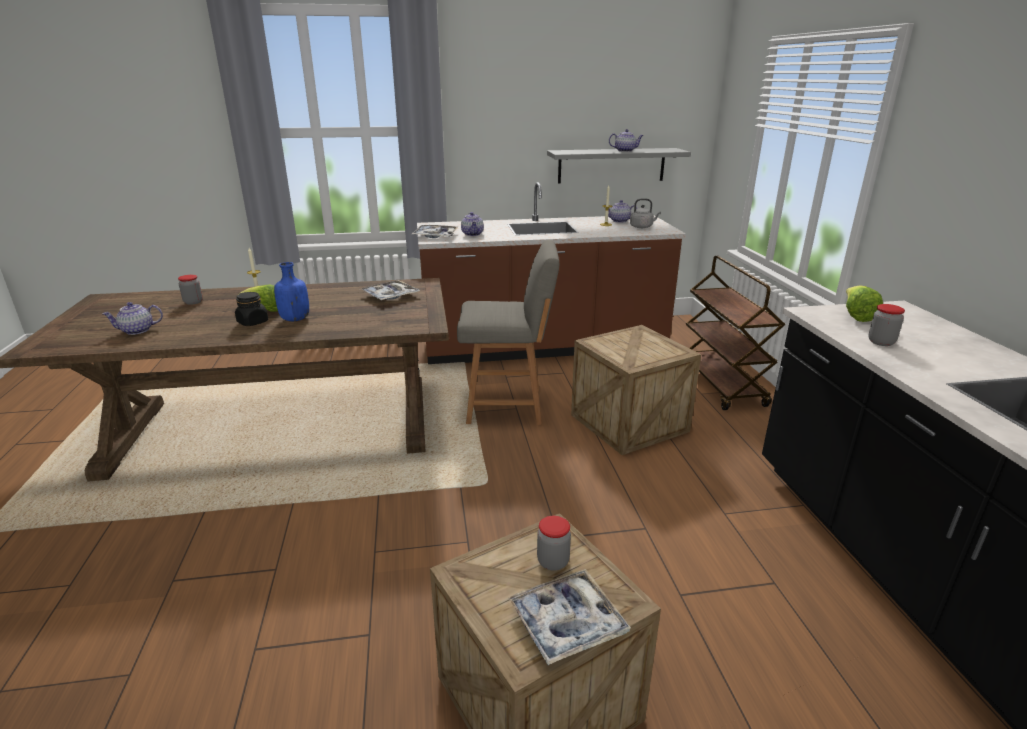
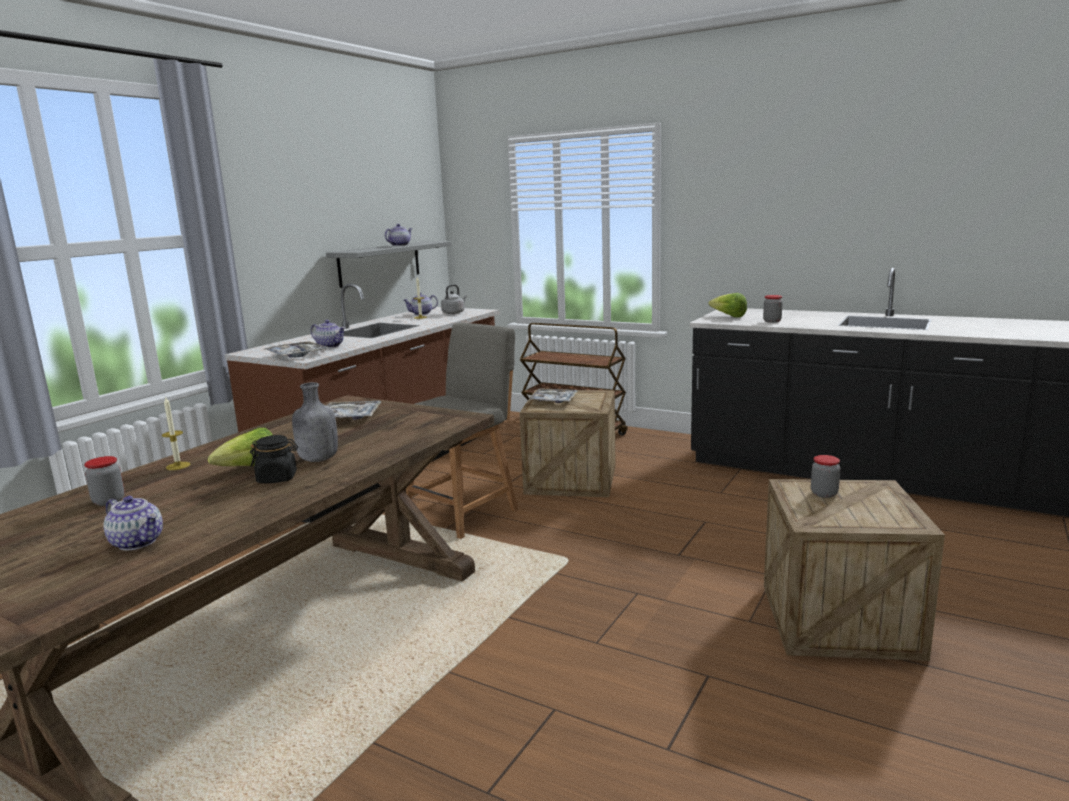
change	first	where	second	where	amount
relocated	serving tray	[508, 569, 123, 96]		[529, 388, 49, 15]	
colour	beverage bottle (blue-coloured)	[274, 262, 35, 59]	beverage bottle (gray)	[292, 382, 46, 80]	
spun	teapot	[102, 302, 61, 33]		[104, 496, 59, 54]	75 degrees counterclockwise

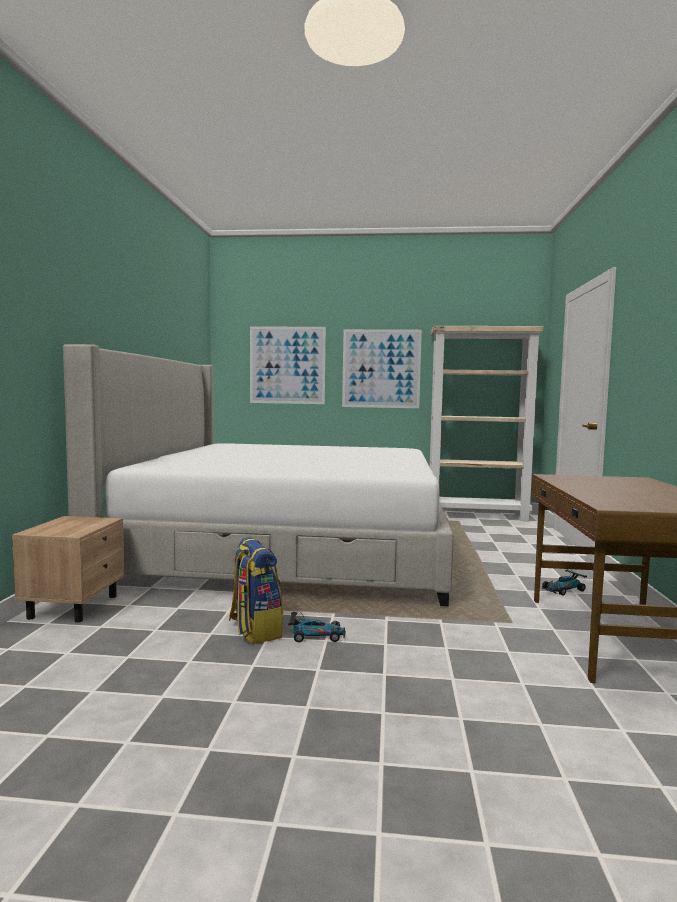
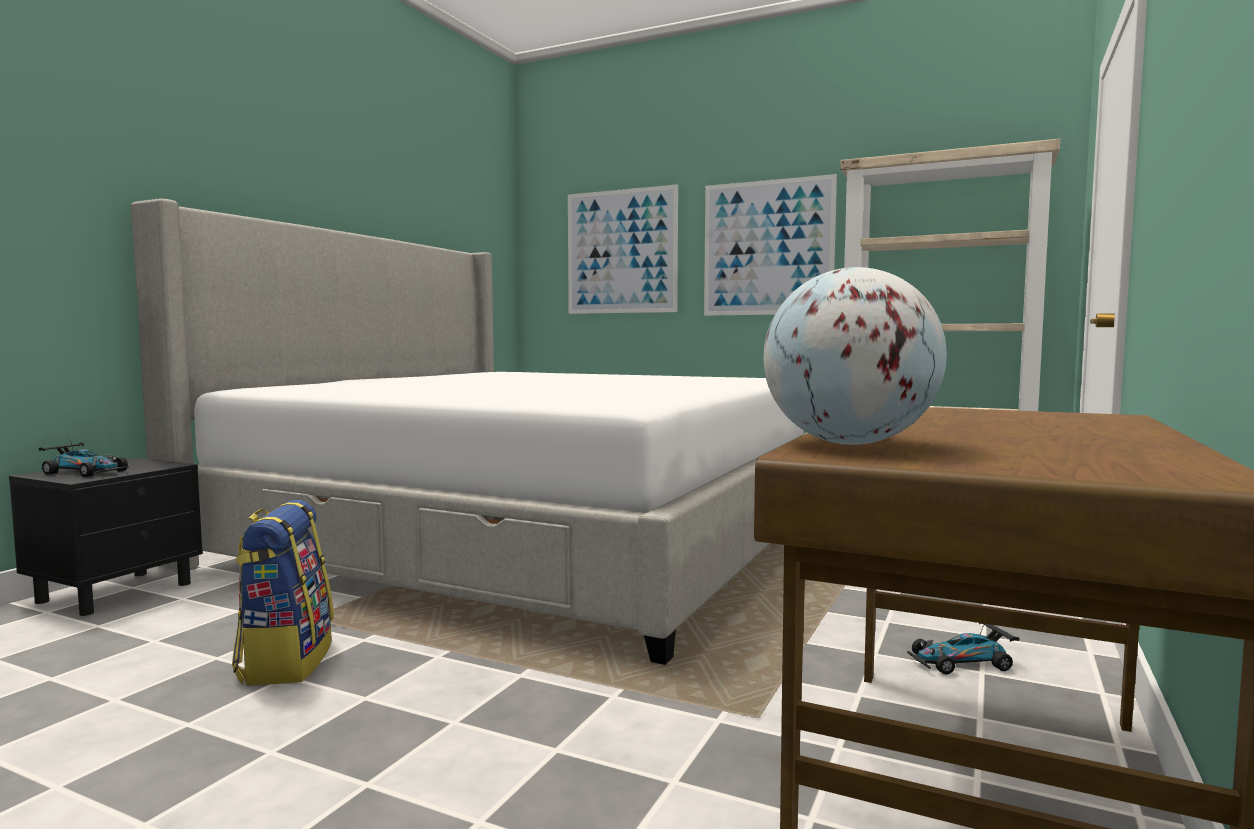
change	first	where	second	where	amount
appeared			globe	[763, 267, 184, 178]	
relocated	toy car	[289, 612, 57, 30]		[39, 437, 90, 40]	
colour	nightstand (sand-coloured)	[12, 516, 112, 107]	nightstand (black-coloured)	[9, 458, 194, 158]	

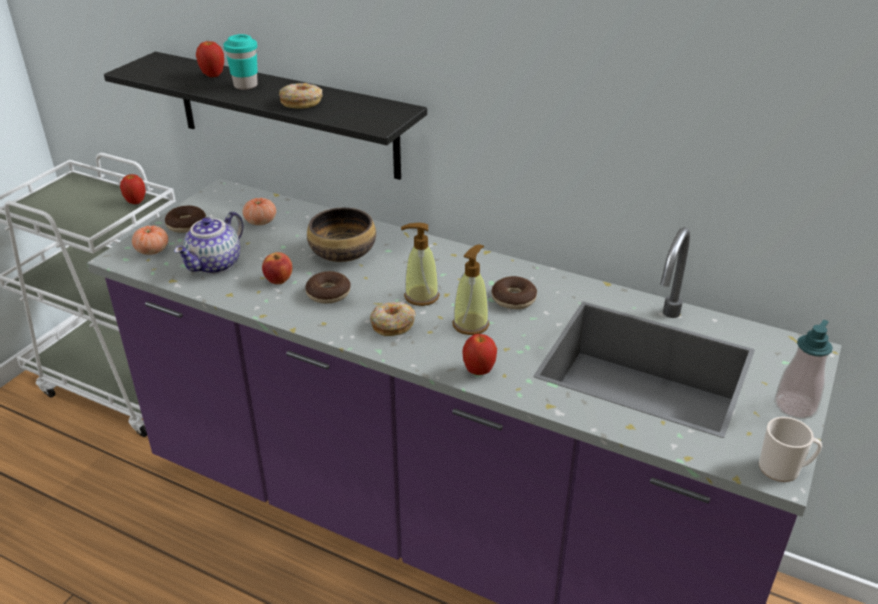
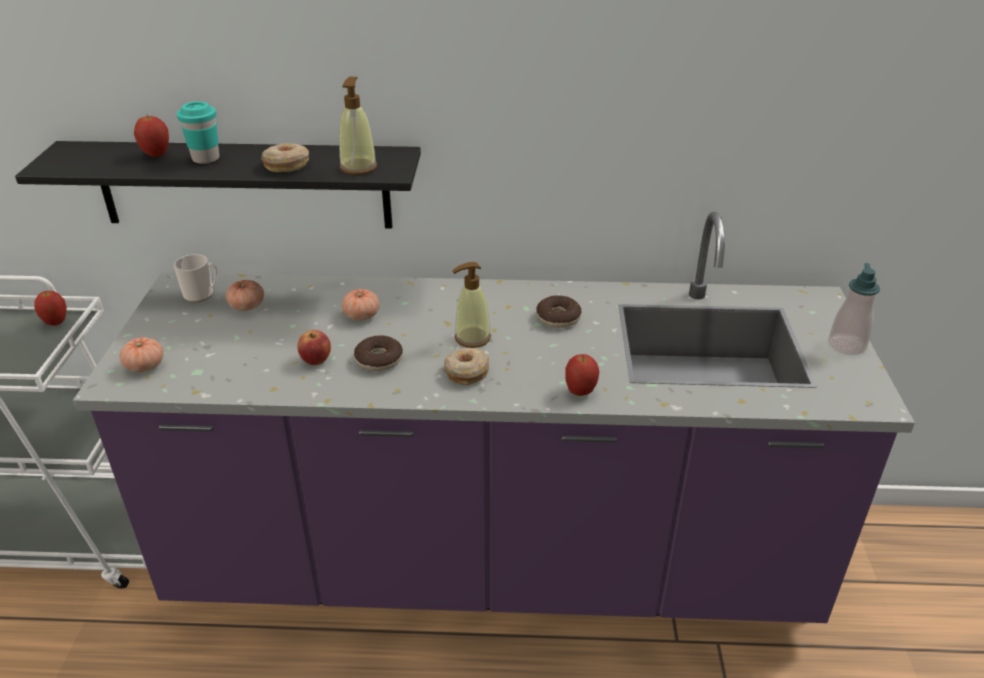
change	first	where	second	where	amount
missing	doughnut	[165, 206, 41, 27]			
missing	teapot	[174, 211, 69, 63]			
relocated	soap bottle	[452, 245, 37, 90]		[339, 77, 38, 98]	
relocated	mug	[759, 417, 63, 65]		[174, 254, 44, 48]	
exchanged	deep dish	[307, 208, 69, 54]	tomato	[342, 289, 38, 32]	

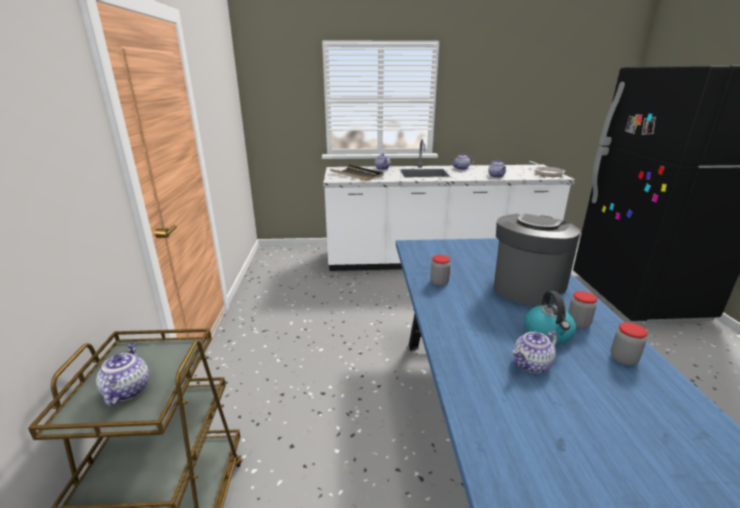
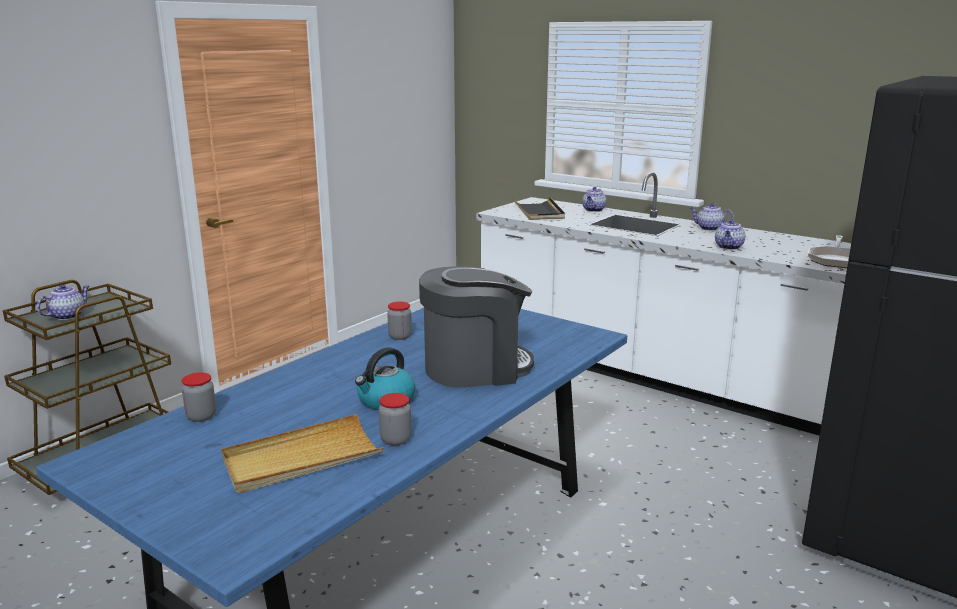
change	first	where	second	where	amount
missing	teapot	[512, 331, 45, 42]			
appeared			serving tray (sand-coloured)	[221, 414, 163, 79]	
relocated	jar	[568, 291, 29, 38]		[182, 372, 34, 50]	

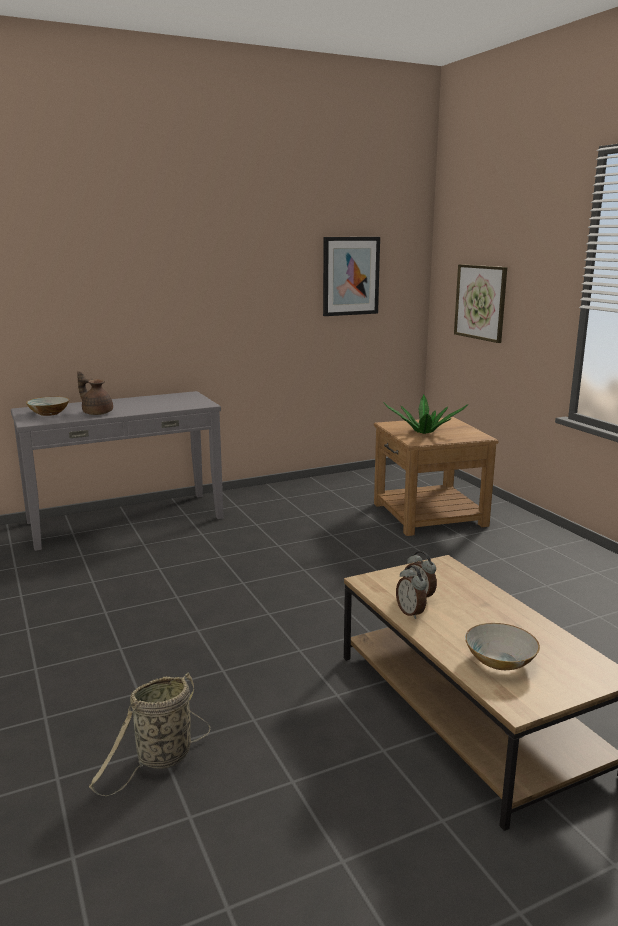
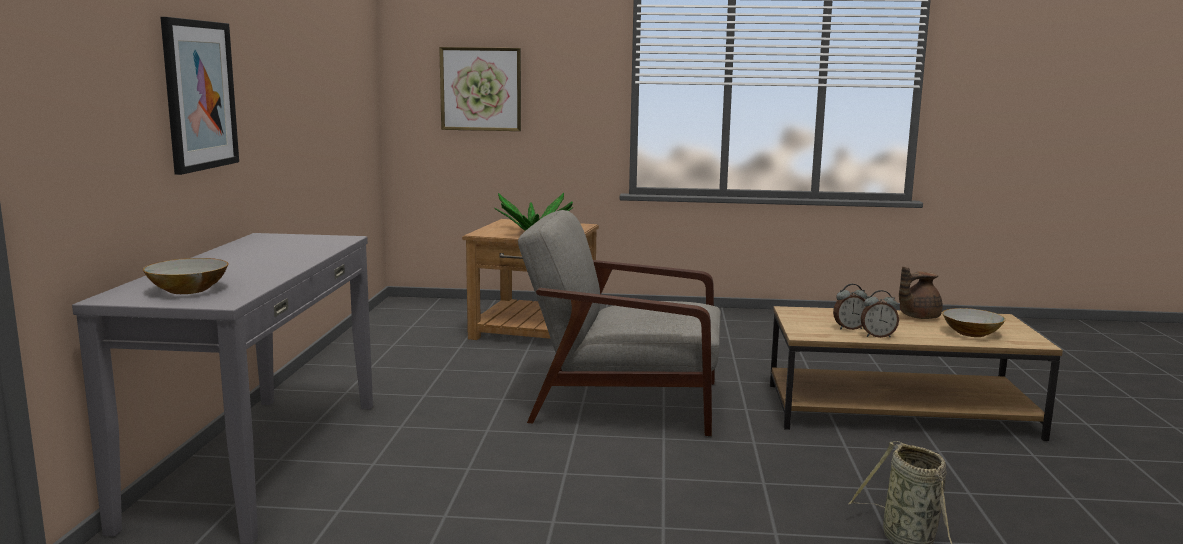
change	first	where	second	where	amount
appeared			armchair (gray)	[518, 210, 203, 226]	
relocated	teapot (brown)	[77, 371, 36, 44]		[899, 267, 44, 52]	
relocated	wall art	[323, 237, 57, 79]		[160, 17, 79, 158]	

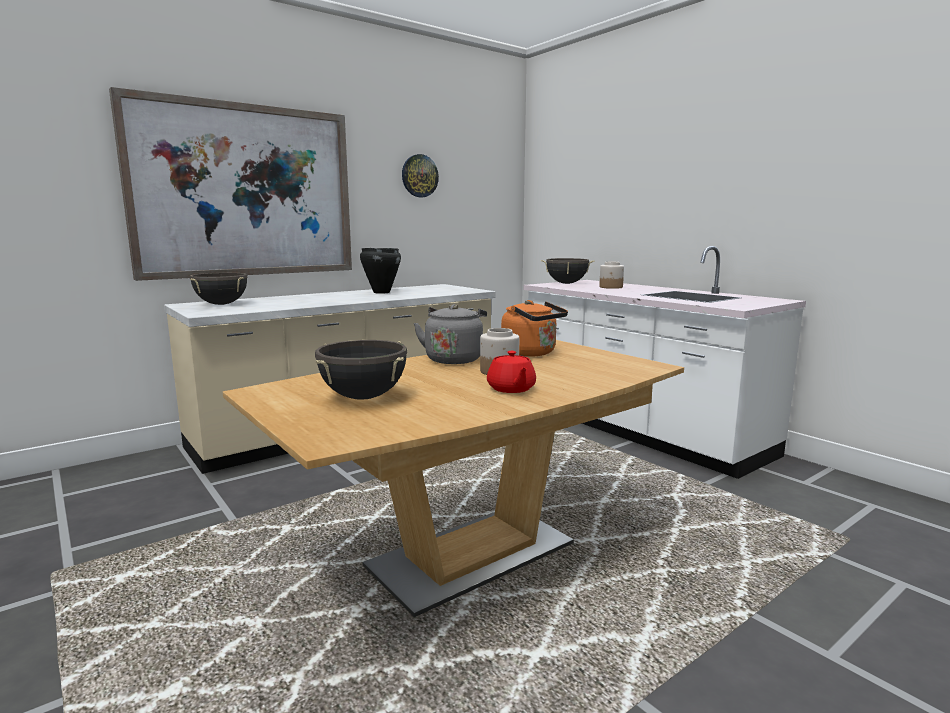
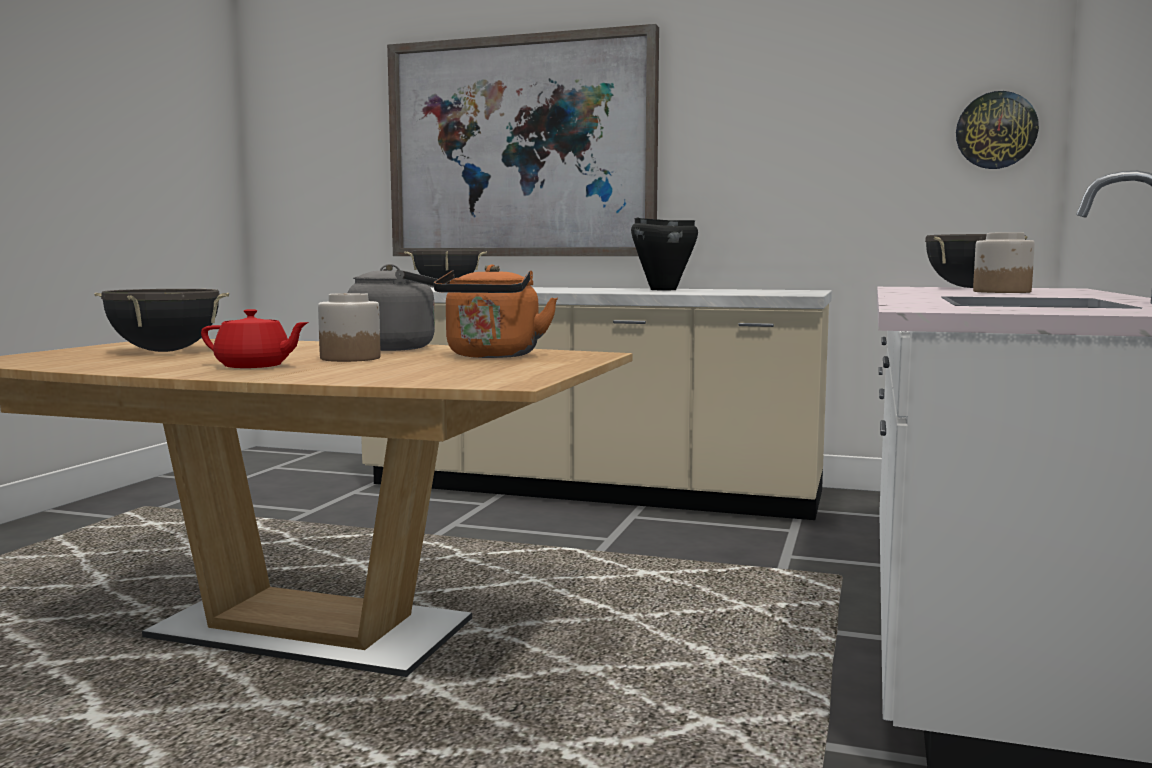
change	first	where	second	where	amount
relocated	hanging clock	[402, 154, 37, 43]		[956, 91, 83, 78]	
spun	teapot (red)	[487, 351, 49, 42]		[201, 309, 108, 59]	120 degrees counterclockwise

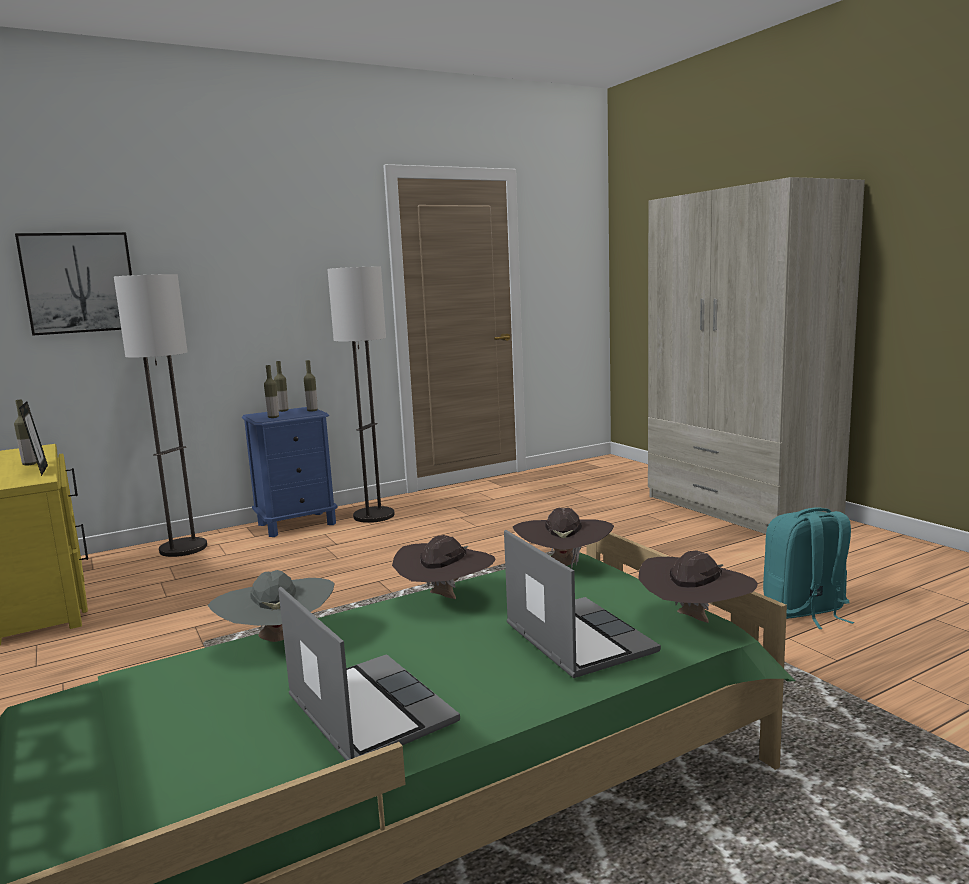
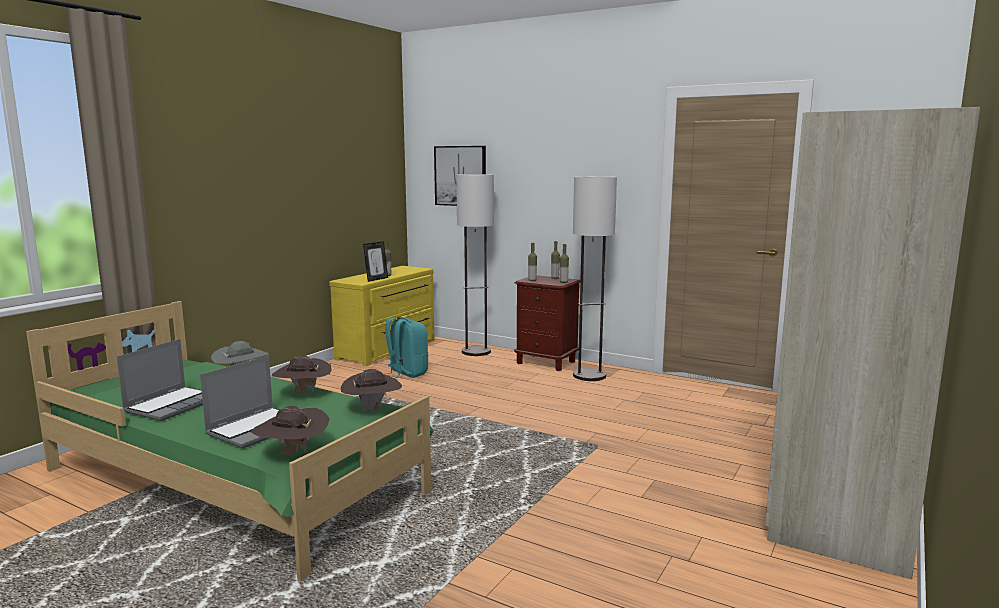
change	first	where	second	where	amount
relocated	rucksack (turquoise)	[763, 507, 91, 122]		[385, 317, 43, 62]	
colour	nightstand (blue-coloured)	[242, 407, 96, 130]	nightstand (brown)	[514, 275, 66, 96]	

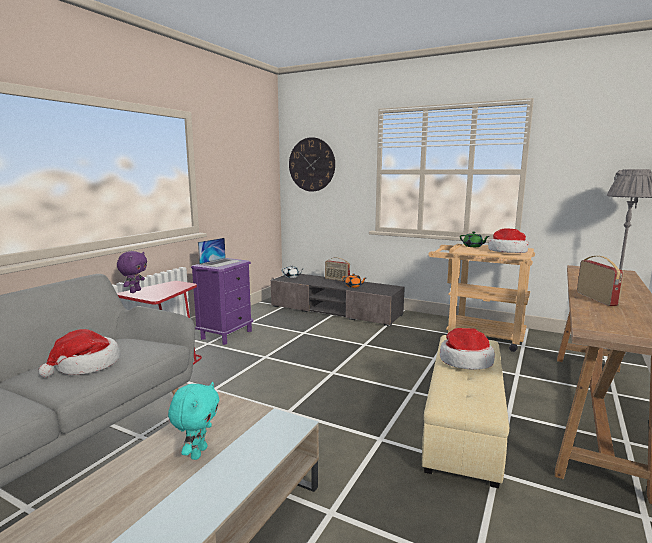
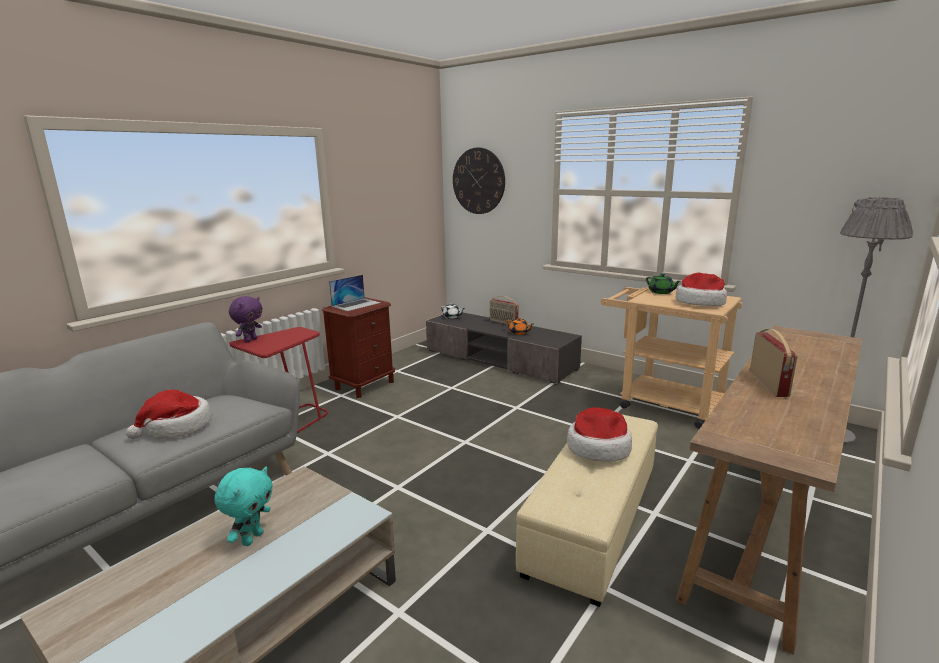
change	first	where	second	where	amount
colour	nightstand (purple)	[191, 258, 62, 87]	nightstand (brown)	[322, 297, 73, 101]	

